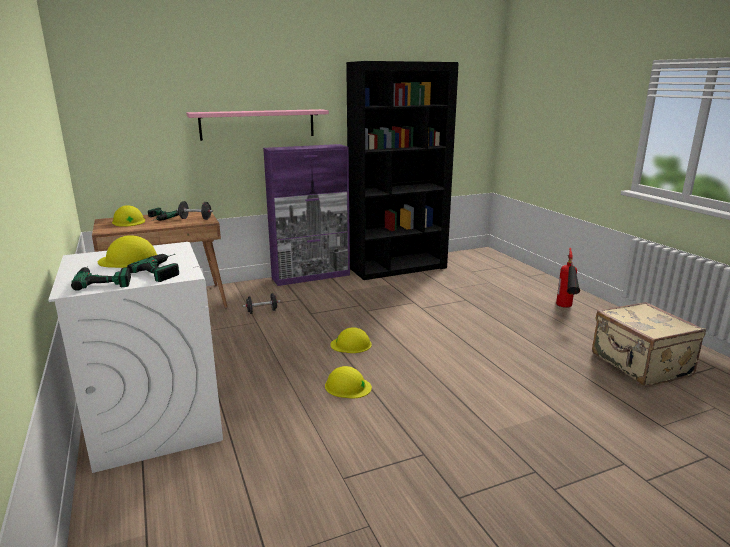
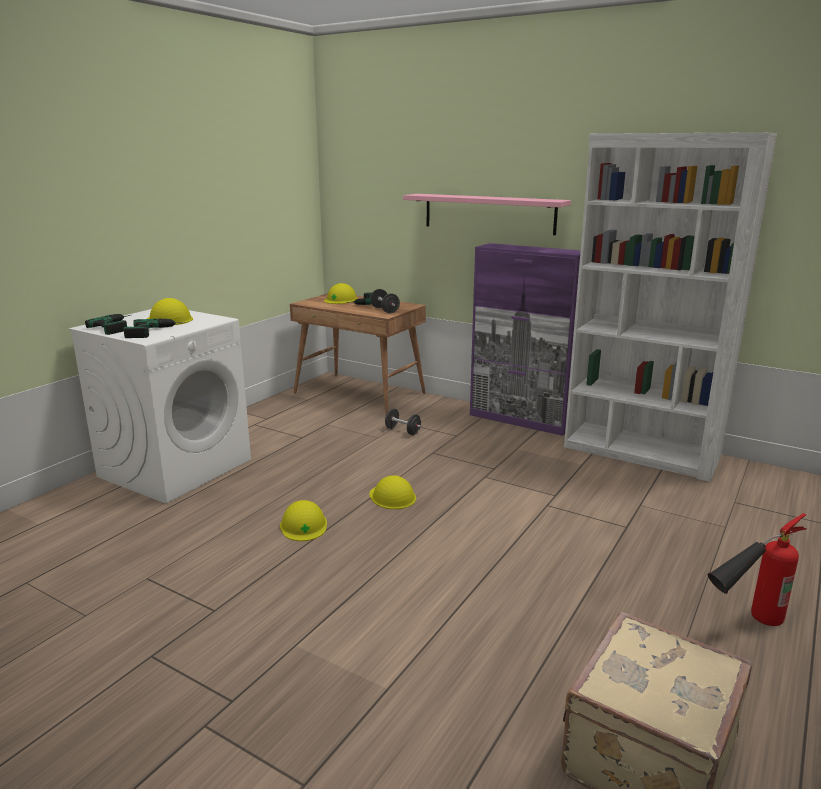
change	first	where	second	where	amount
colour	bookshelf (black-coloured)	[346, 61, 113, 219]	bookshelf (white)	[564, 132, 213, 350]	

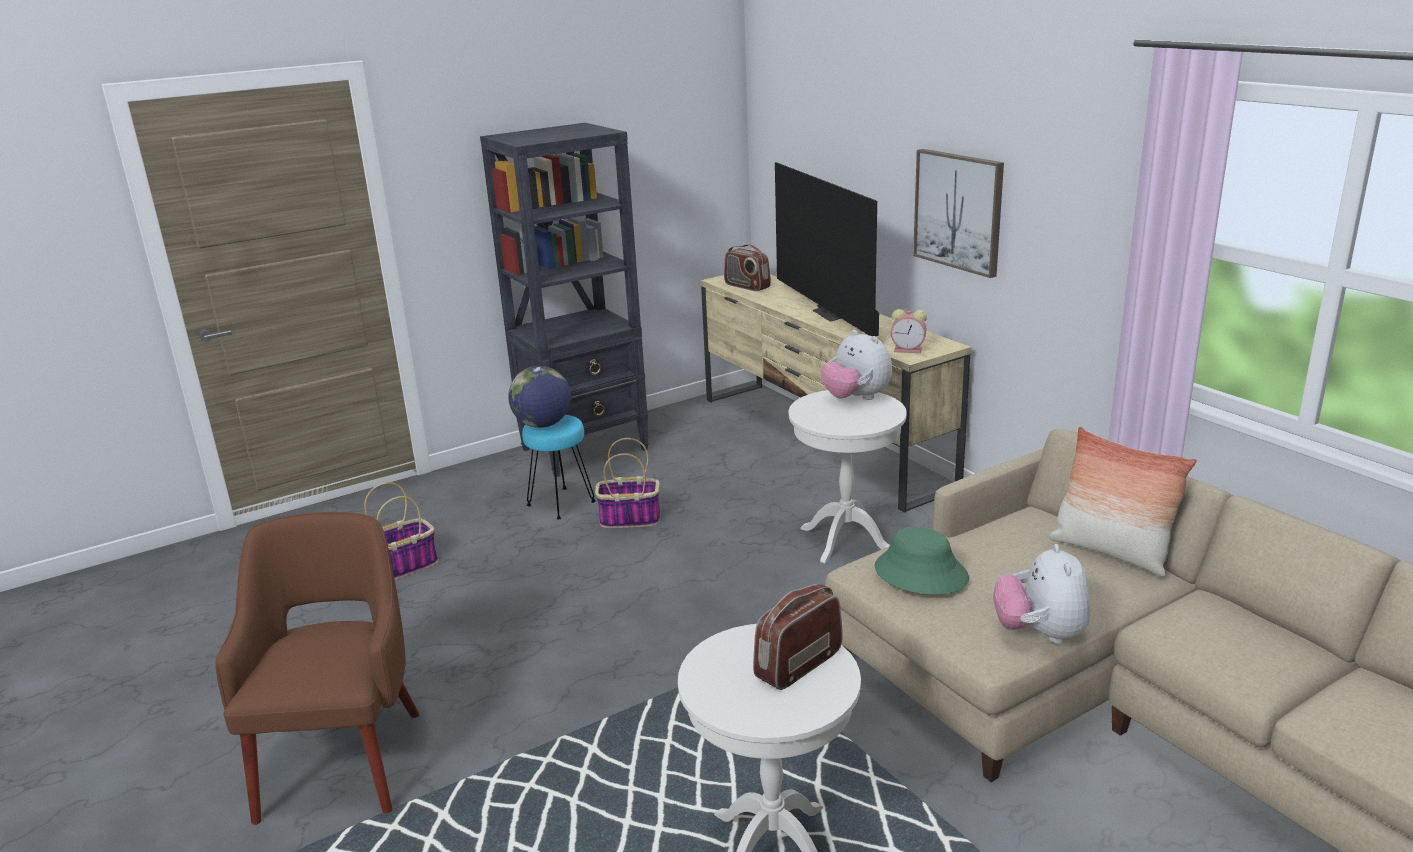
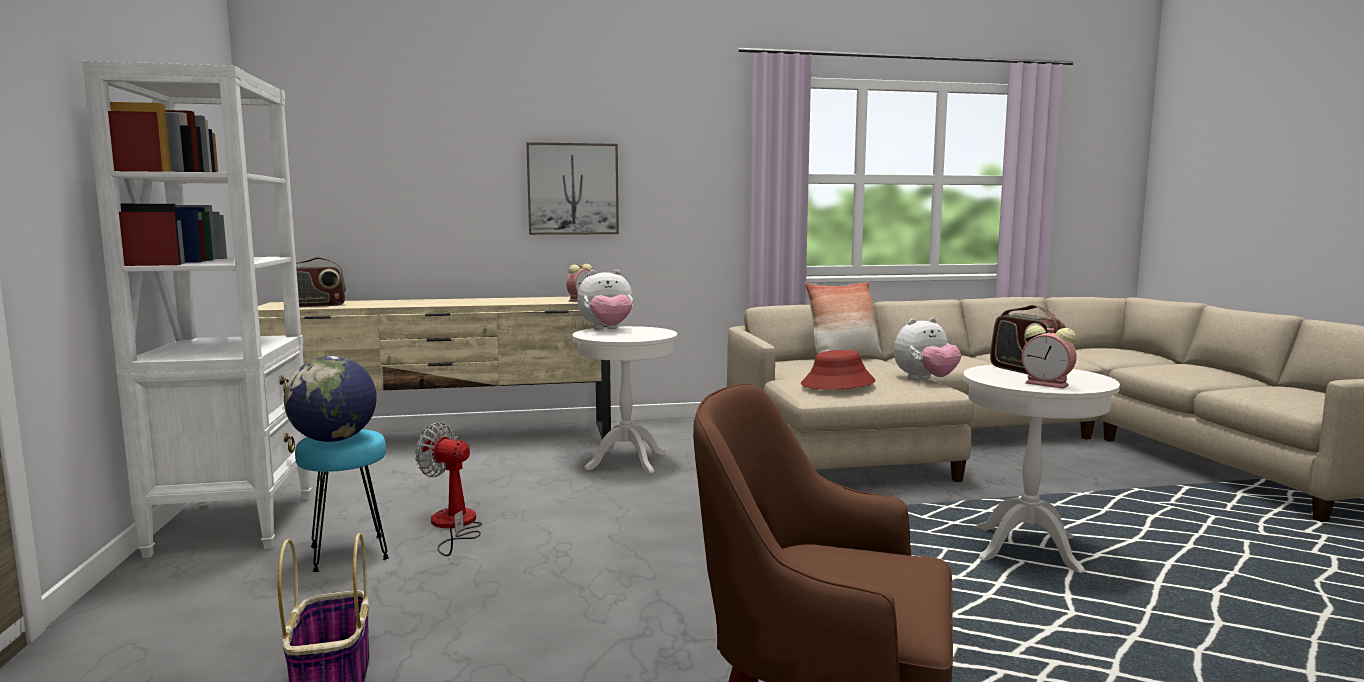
change	first	where	second	where	amount
missing	TV set	[775, 162, 104, 174]			
appeared			alarm clock	[1021, 325, 56, 63]	
exchanged	storage basket	[595, 438, 65, 90]	cooling fan	[415, 422, 67, 134]	
colour	bookshelf (black-coloured)	[480, 123, 169, 354]	bookshelf (white)	[82, 61, 230, 497]	
colour	wearable hat (green-coloured)	[874, 527, 95, 68]	wearable hat (red)	[801, 350, 75, 40]	
spun	soft toy	[993, 544, 98, 100]		[894, 317, 67, 63]	45 degrees counterclockwise

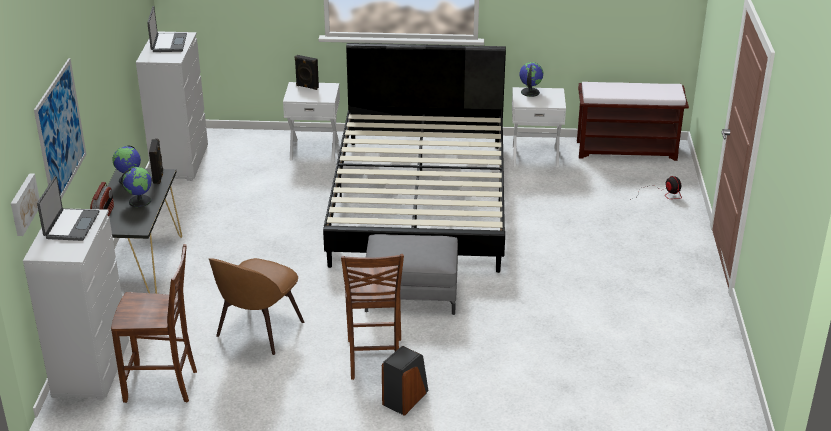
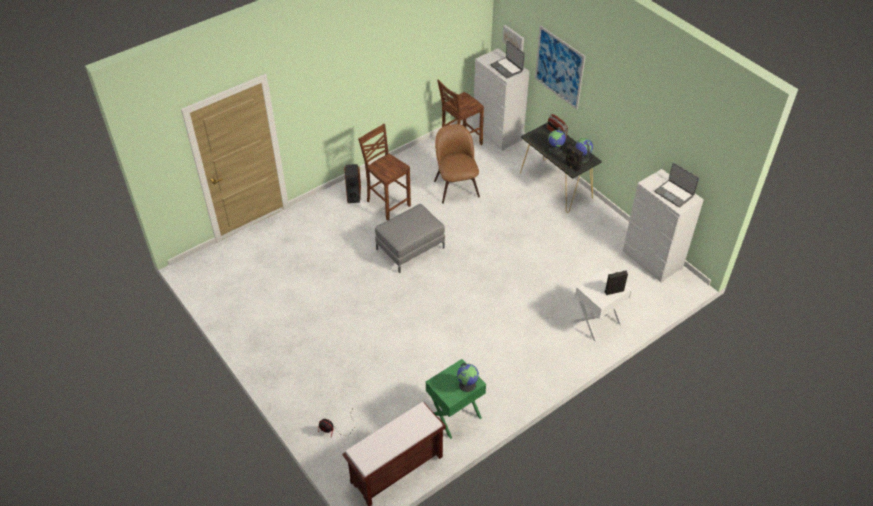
change	first	where	second	where	amount
missing	bedroom bed (black-coloured)	[323, 43, 183, 230]			
colour	nightstand (white)	[512, 87, 54, 80]	nightstand (green-coloured)	[426, 359, 60, 80]	

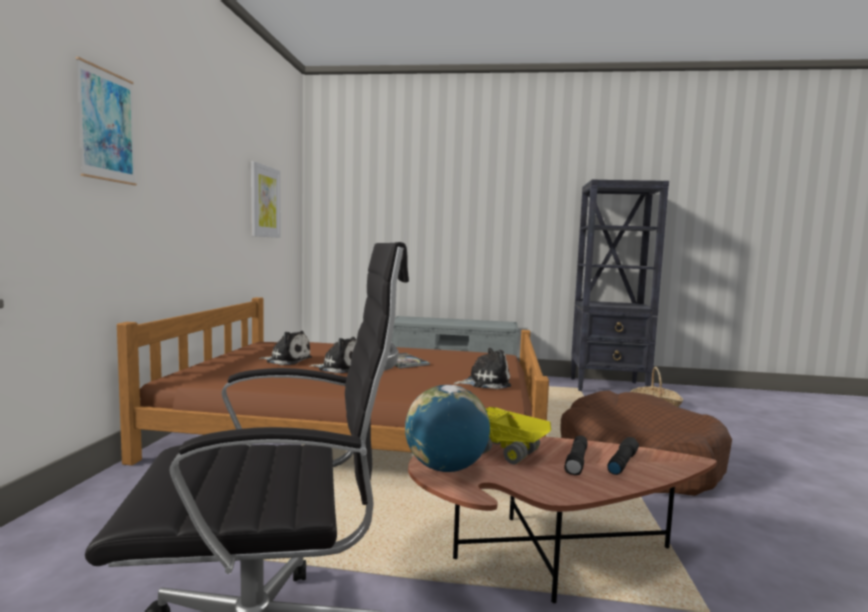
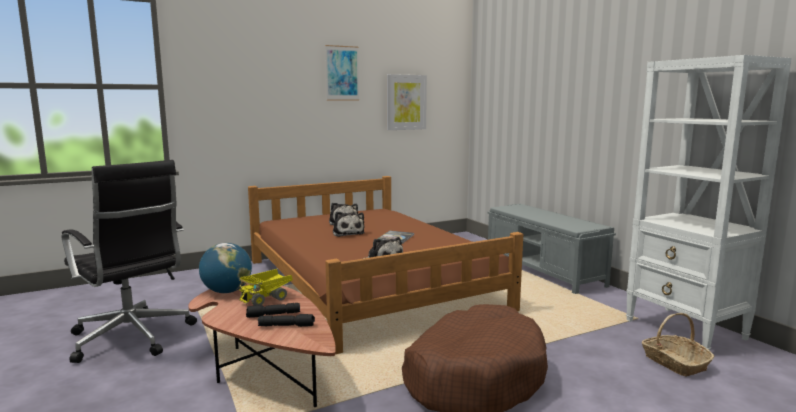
change	first	where	second	where	amount
relocated	wall art	[76, 57, 61, 129]		[325, 45, 34, 56]	
colour	bookshelf (black-coloured)	[571, 180, 98, 212]	bookshelf (white)	[626, 55, 166, 296]	
spun	model truck	[482, 407, 69, 58]		[239, 269, 54, 36]	135 degrees counterclockwise

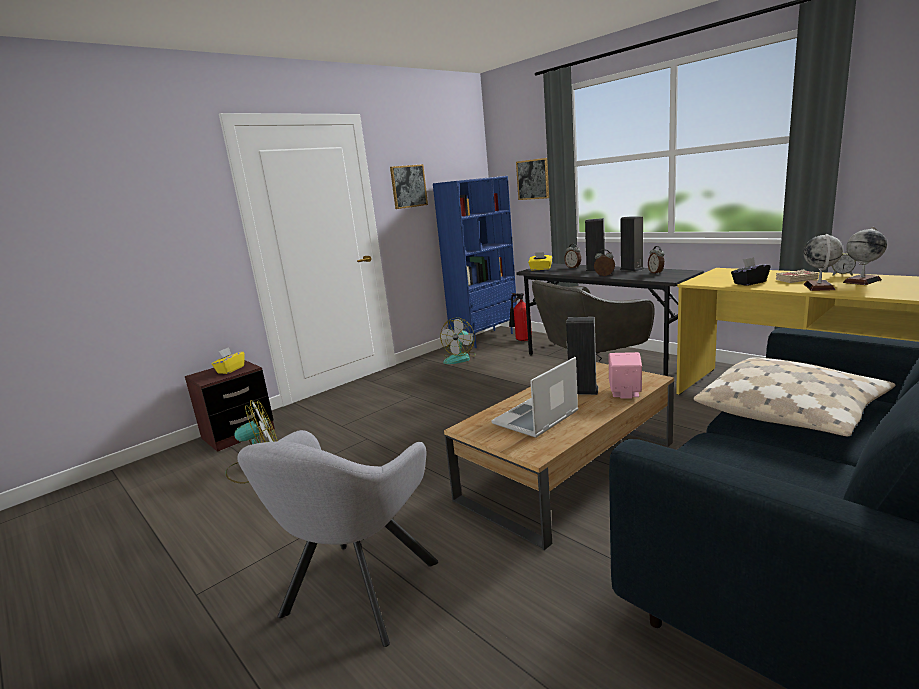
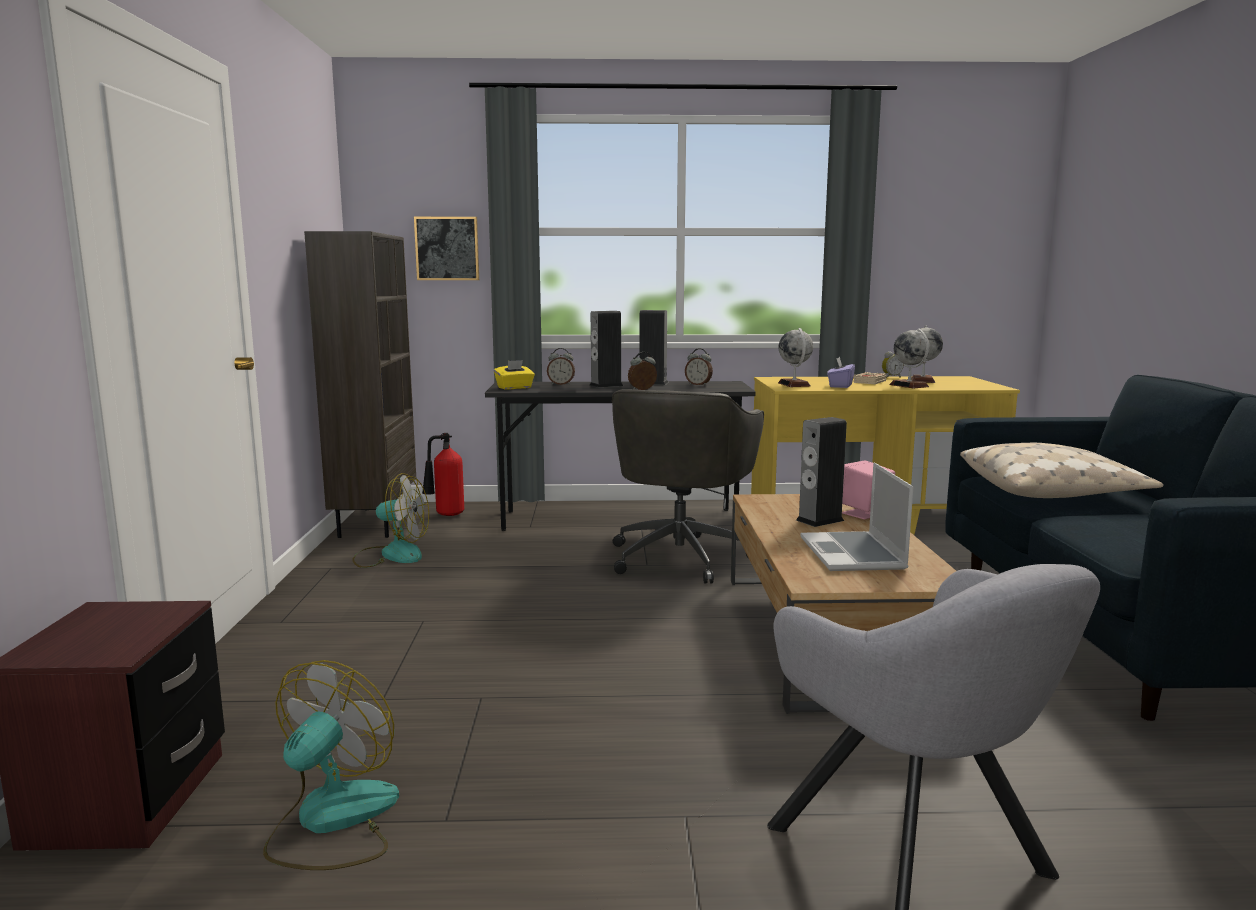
change	first	where	second	where	amount
missing	box of tissues (yellowish)	[212, 347, 33, 27]			
missing	wall art	[390, 164, 38, 45]			
appeared			globe	[778, 328, 35, 59]	
colour	bookshelf (blue-coloured)	[433, 176, 84, 172]	bookshelf (brown)	[304, 231, 112, 307]	
colour	box of tissues (black-coloured)	[731, 257, 40, 29]	box of tissues (purple)	[827, 357, 28, 31]	
spun	cooling fan	[440, 318, 35, 46]		[352, 473, 77, 95]	60 degrees counterclockwise

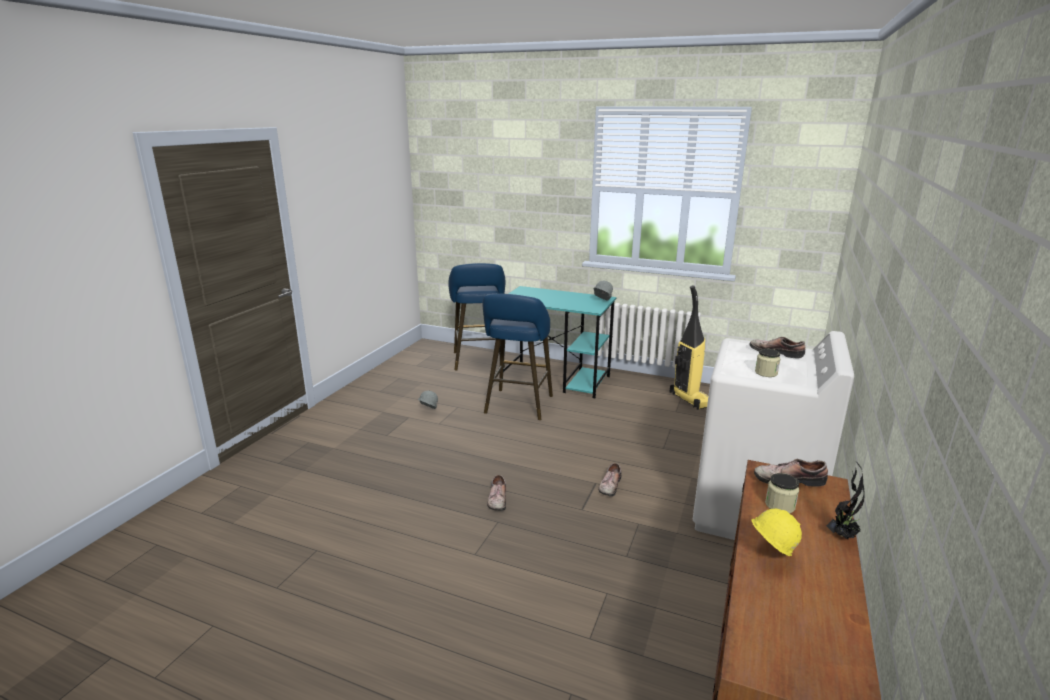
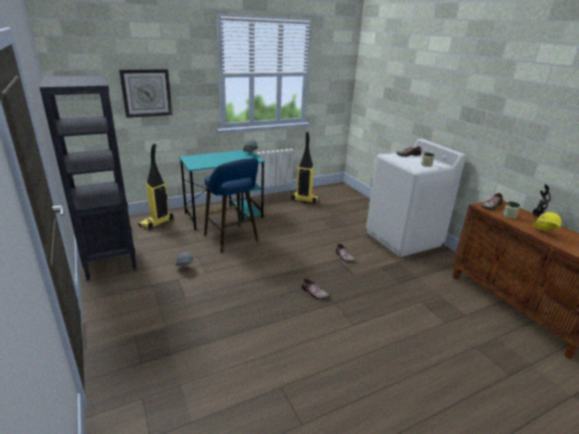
change	first	where	second	where	amount
appeared			bookshelf (black-coloured)	[39, 76, 98, 204]	
appeared			hanging clock	[119, 69, 53, 49]	
exchanged	sitting stool (blue-coloured)	[448, 263, 57, 107]	vacuum	[138, 144, 35, 86]	

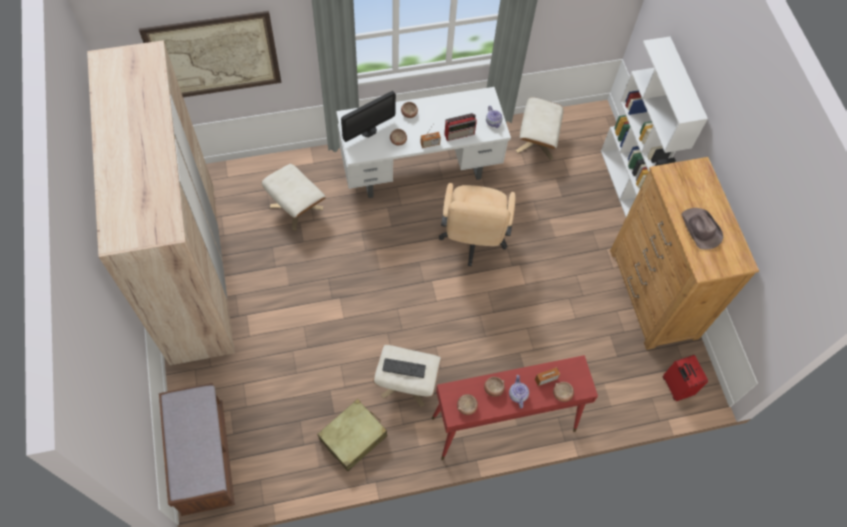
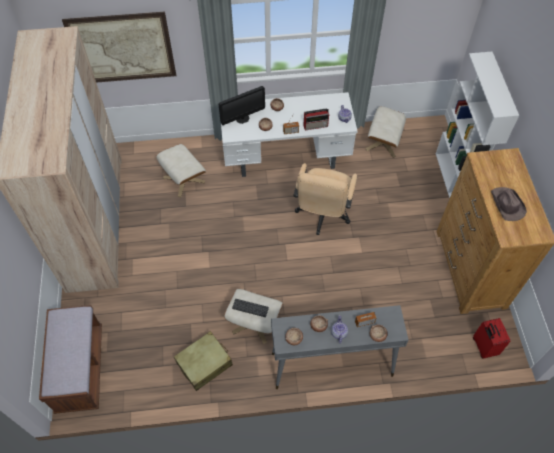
change	first	where	second	where	amount
colour	narrow table (red)	[432, 355, 166, 105]	narrow table (gray)	[271, 305, 138, 84]	

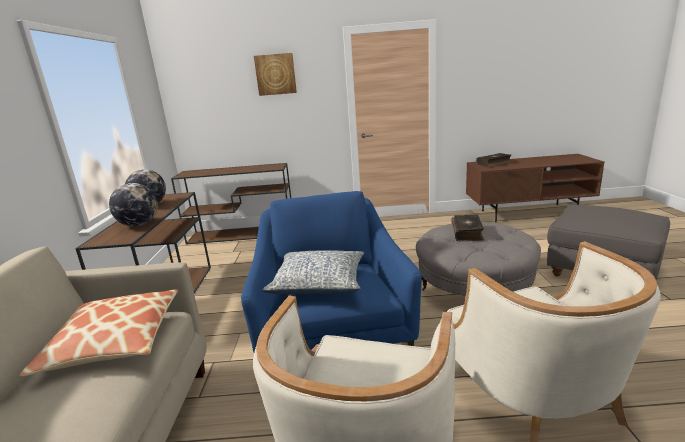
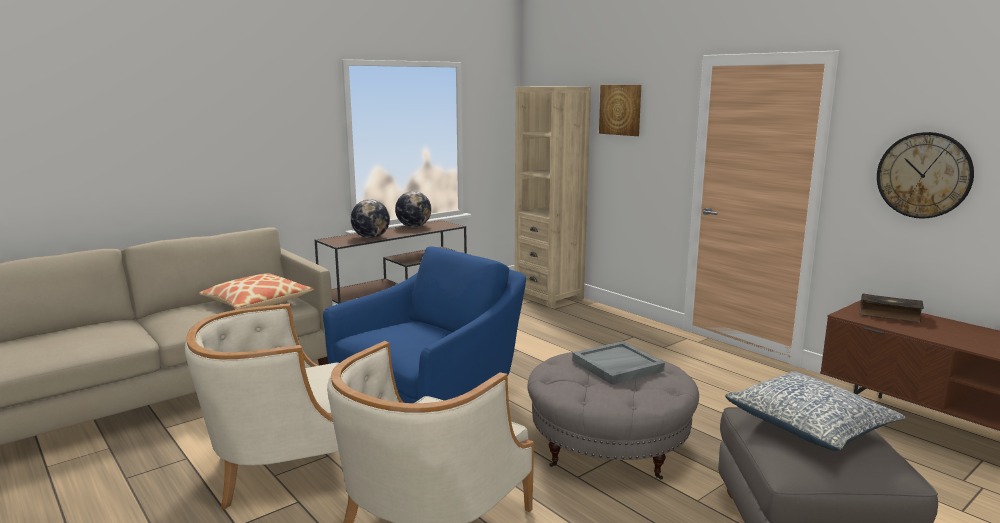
change	first	where	second	where	amount
appeared			hanging clock	[877, 132, 97, 87]	
relocated	cushion	[263, 250, 101, 44]		[725, 371, 180, 80]	
exchanged	narrow table (brown)	[171, 163, 120, 82]	bookshelf (sand-coloured)	[515, 87, 76, 221]	
exchanged	volume	[451, 215, 33, 26]	serving tray (gray)	[572, 341, 93, 44]	

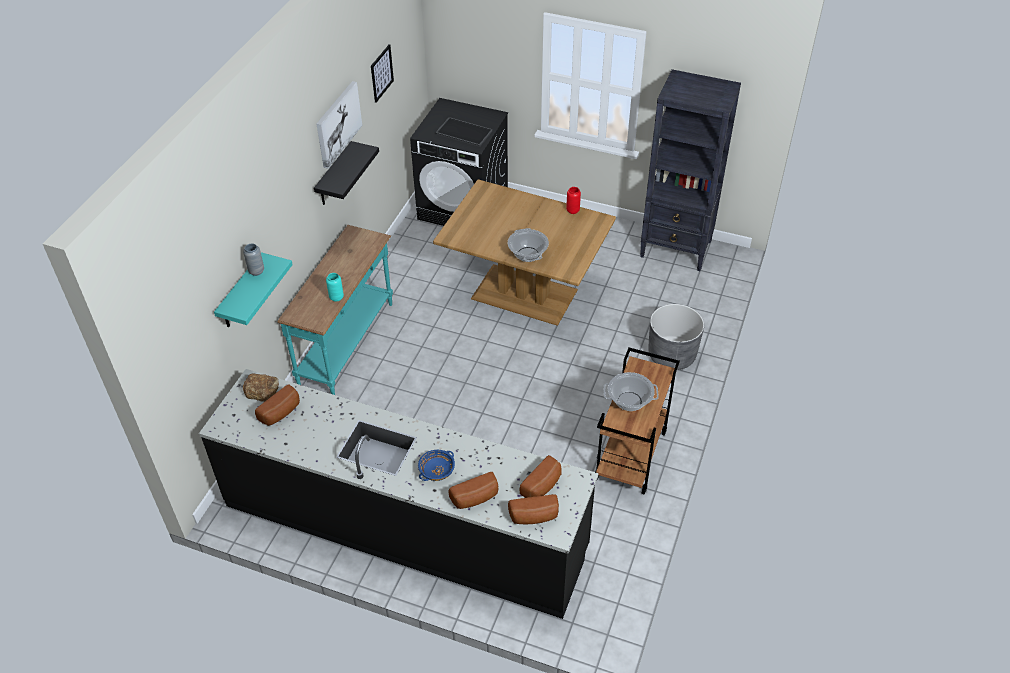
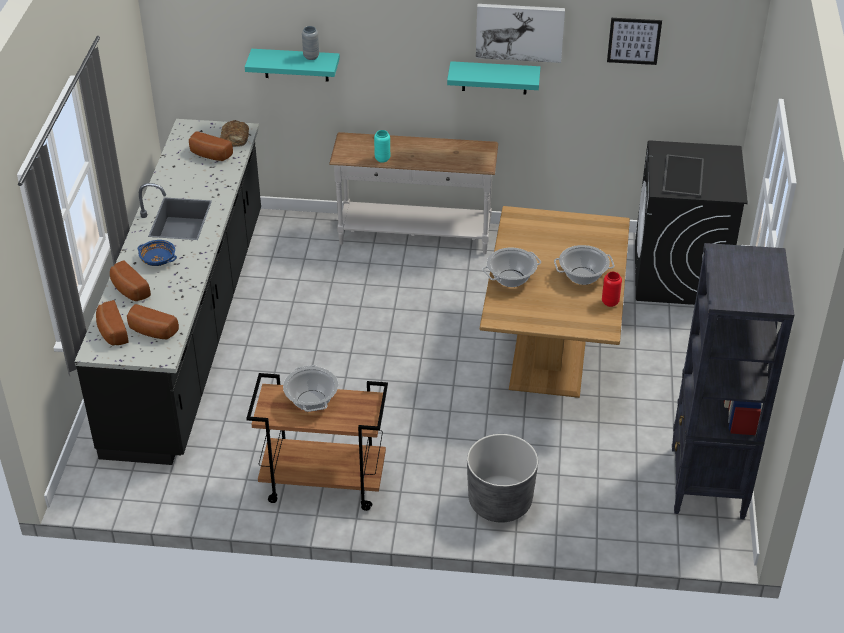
change	first	where	second	where	amount
appeared			saucepot	[554, 245, 61, 40]	
colour	narrow table (turquoise)	[277, 225, 116, 170]	narrow table (white)	[329, 132, 169, 122]	
colour	shelf (black-coloured)	[314, 141, 65, 64]	shelf (turquoise)	[447, 61, 93, 34]	

